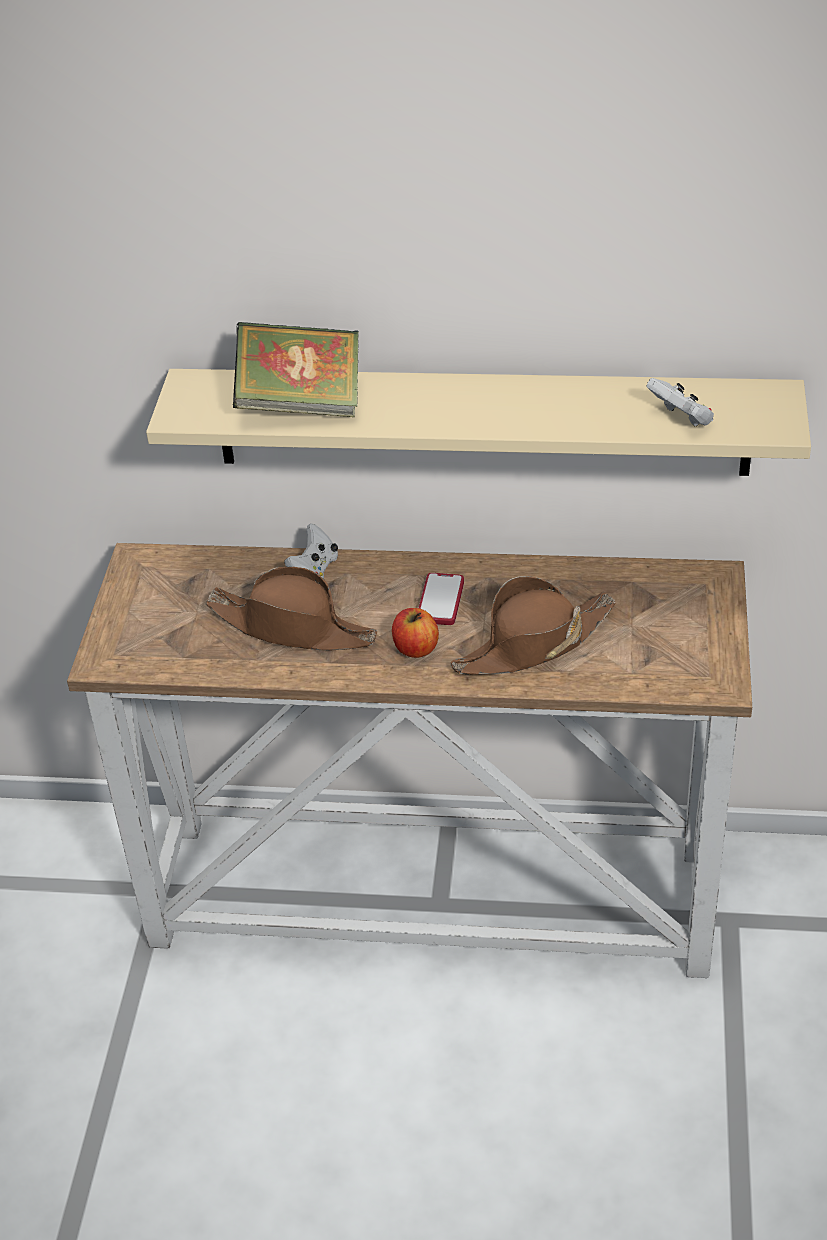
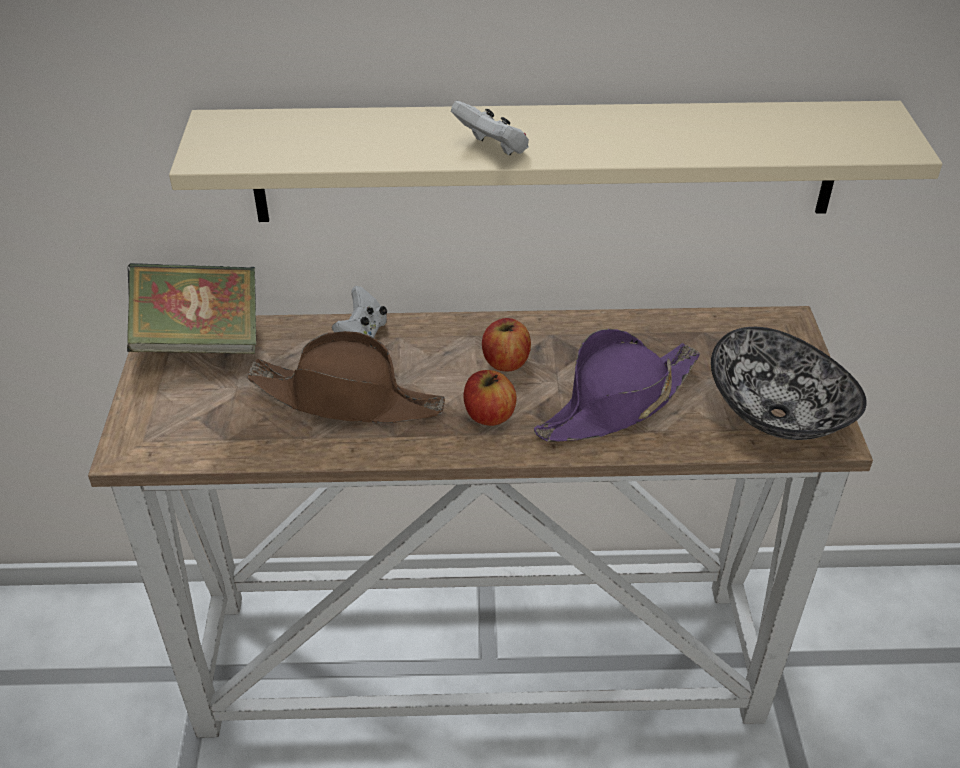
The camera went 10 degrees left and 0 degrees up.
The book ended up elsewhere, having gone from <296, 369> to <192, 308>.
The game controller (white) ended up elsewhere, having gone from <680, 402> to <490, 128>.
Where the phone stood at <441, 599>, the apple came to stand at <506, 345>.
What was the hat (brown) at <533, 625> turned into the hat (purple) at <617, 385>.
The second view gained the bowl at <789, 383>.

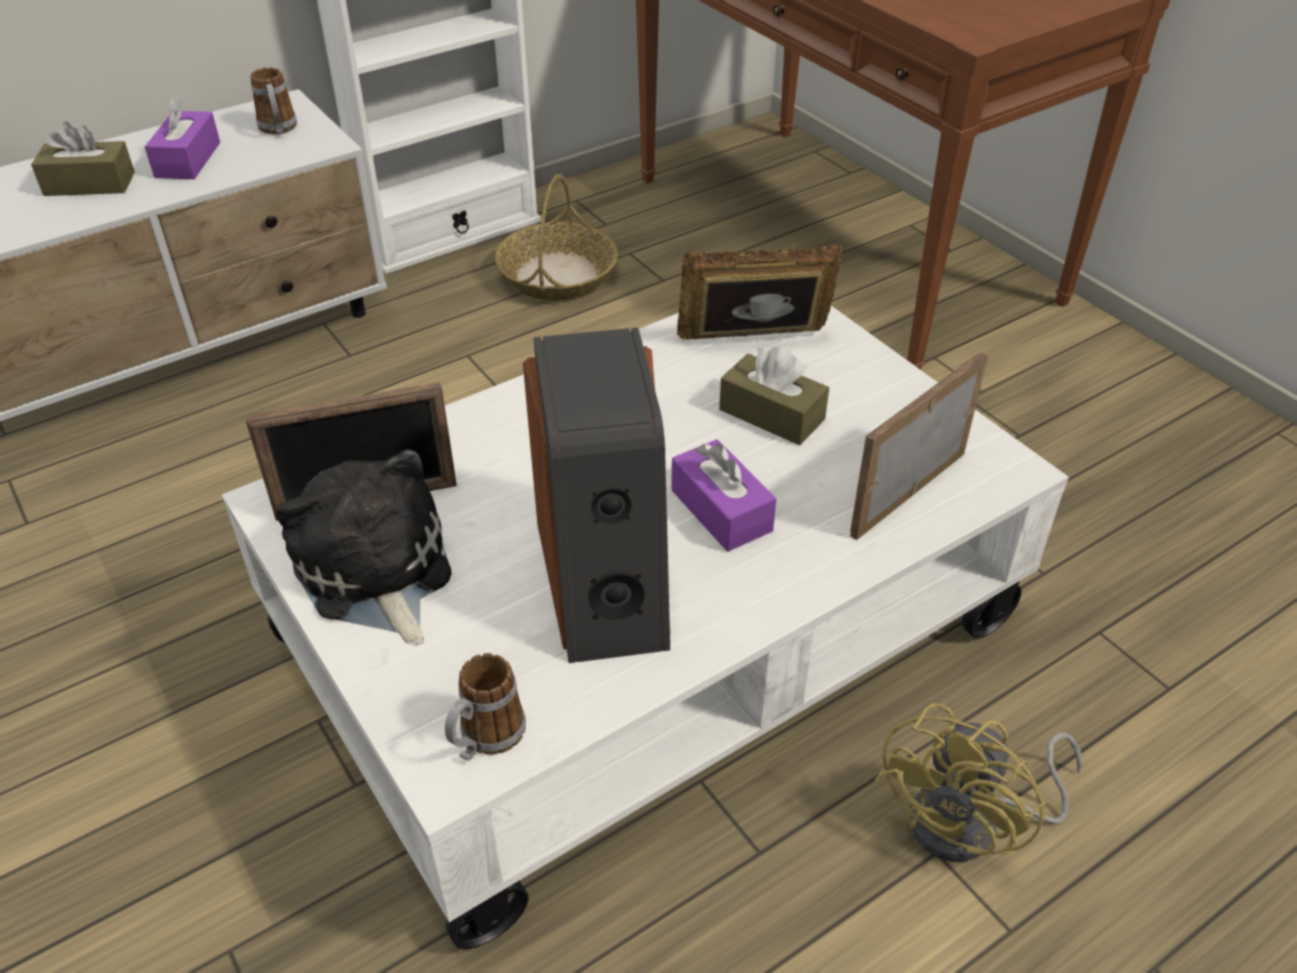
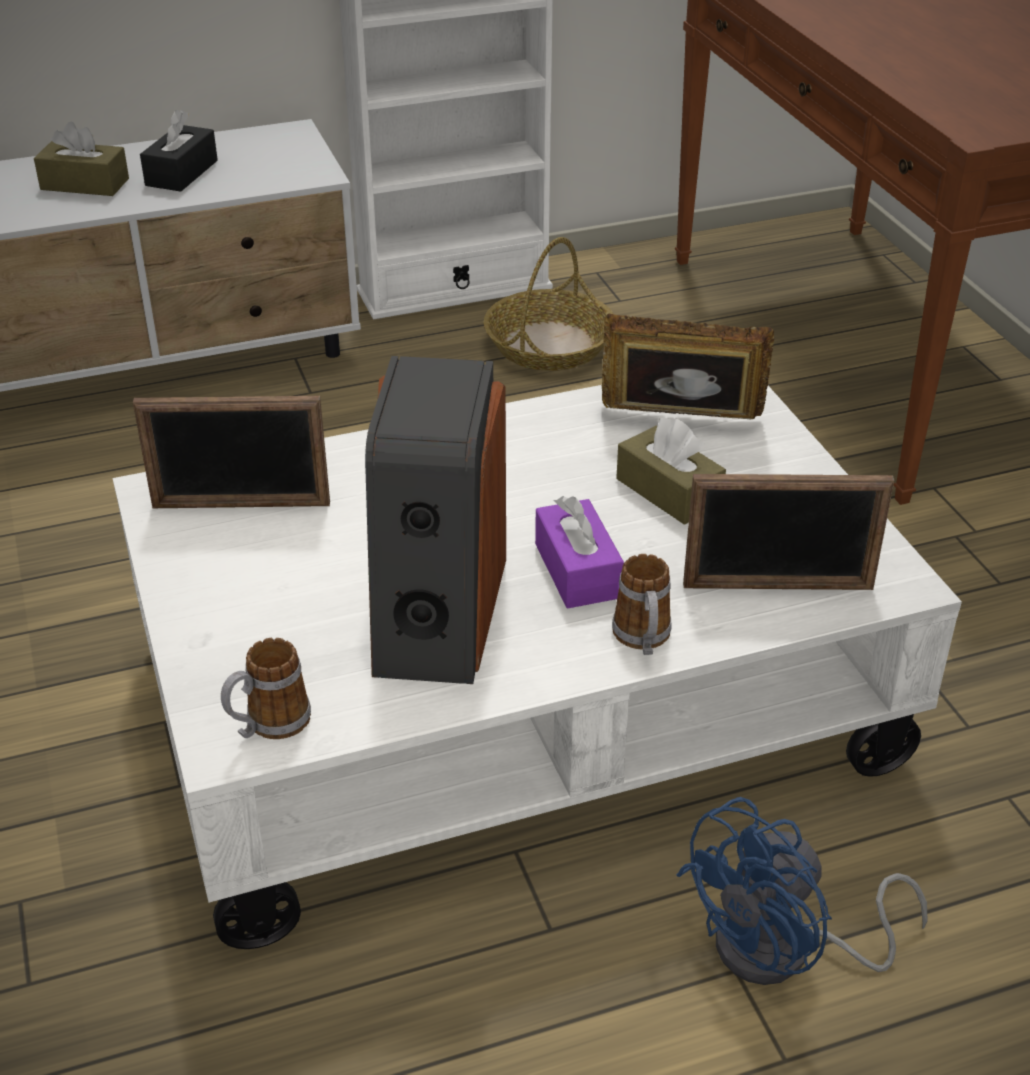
The camera went 15 degrees right and 5 degrees down.
The mug ended up elsewhere, having gone from <273, 100> to <642, 604>.
What was the tissue box (purple) at <182, 137> turned into the tissue box (black) at <179, 151>.
The picture frame at <919, 446> ended up facing another way, 150 degrees counterclockwise from before.
The second view lost the plush toy at <364, 547>.
What was the fan (yellow) at <978, 782> turned into the fan (blue) at <802, 891>.

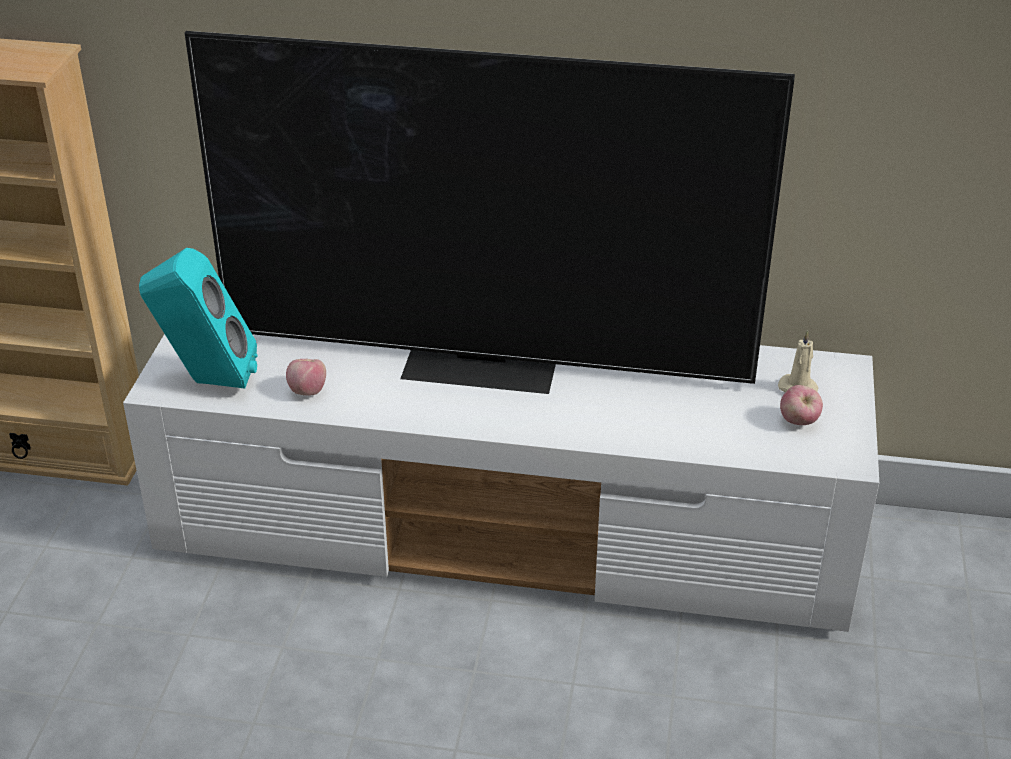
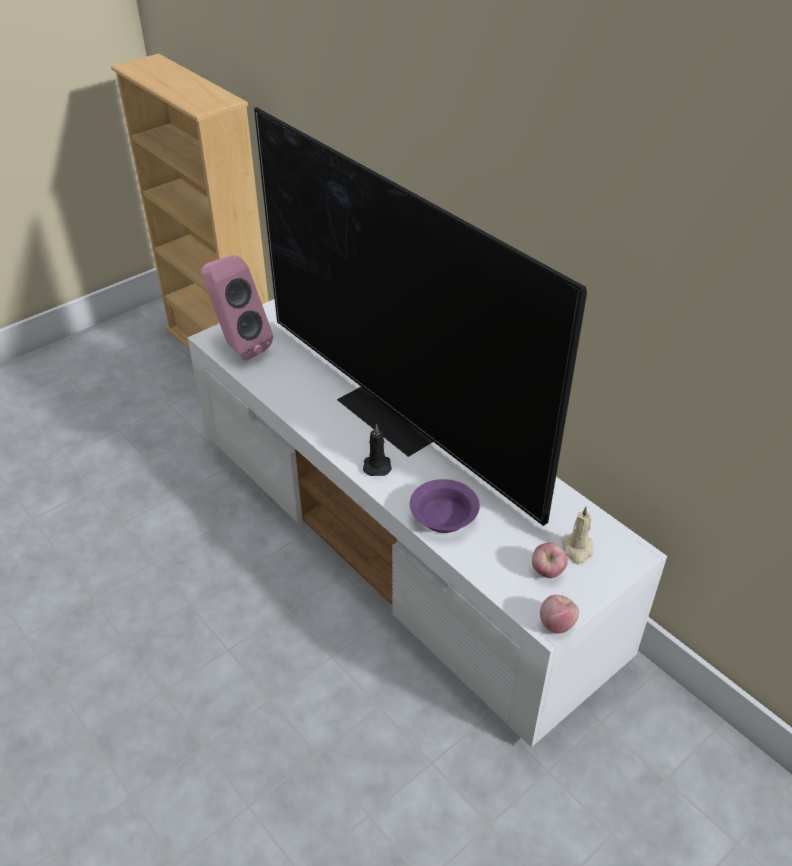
The camera went 40 degrees right and 5 degrees up.
What was the speaker (turquoise) at <198, 318> turned into the speaker (pink) at <237, 308>.
The apple ended up elsewhere, having gone from <306, 377> to <559, 614>.
The second view gained the candle (black) at <377, 450>.
The second view gained the bowl (purple) at <445, 506>.

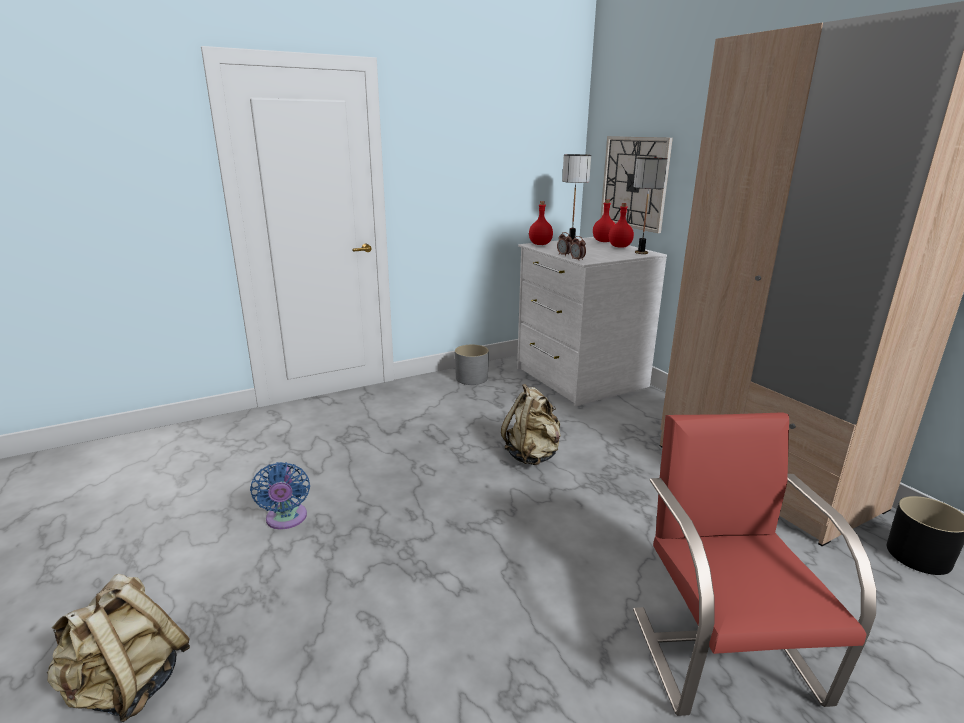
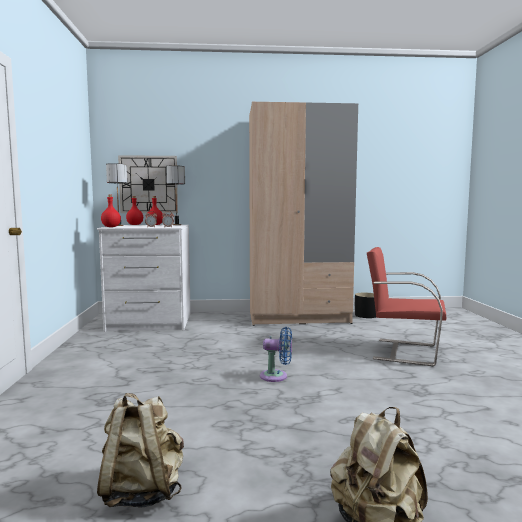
The camera went 65 degrees left and 15 degrees down.
The second view lost the planter (grey) at <472, 365>.
The backpack (beige) ended up elsewhere, having gone from <531, 424> to <140, 450>.
The fan (blue) ended up elsewhere, having gone from <280, 495> to <276, 354>.

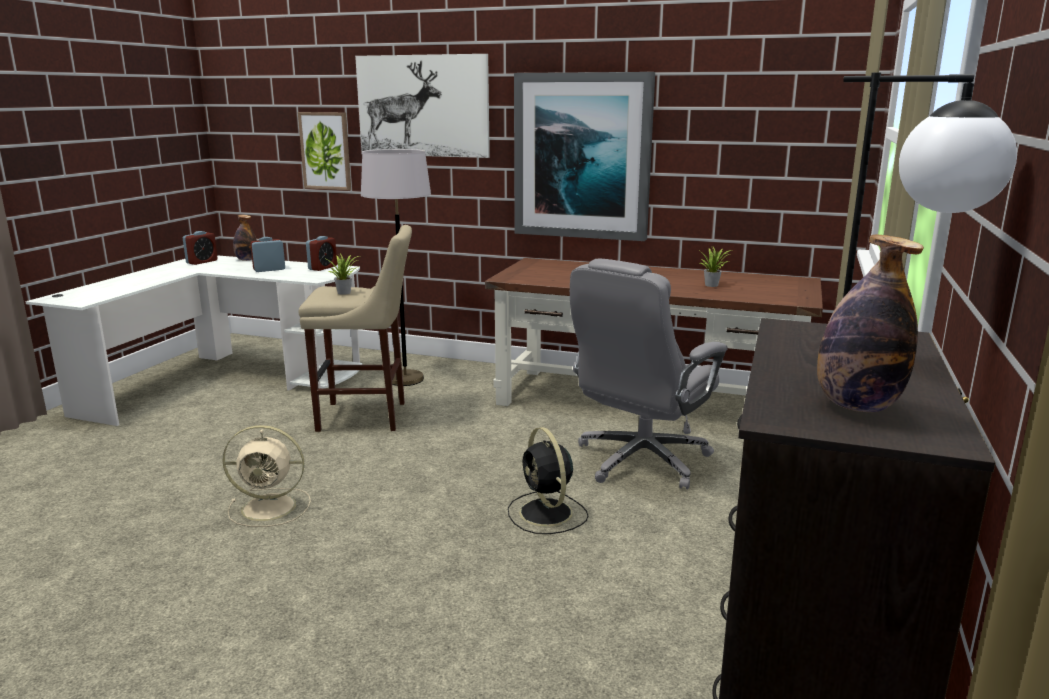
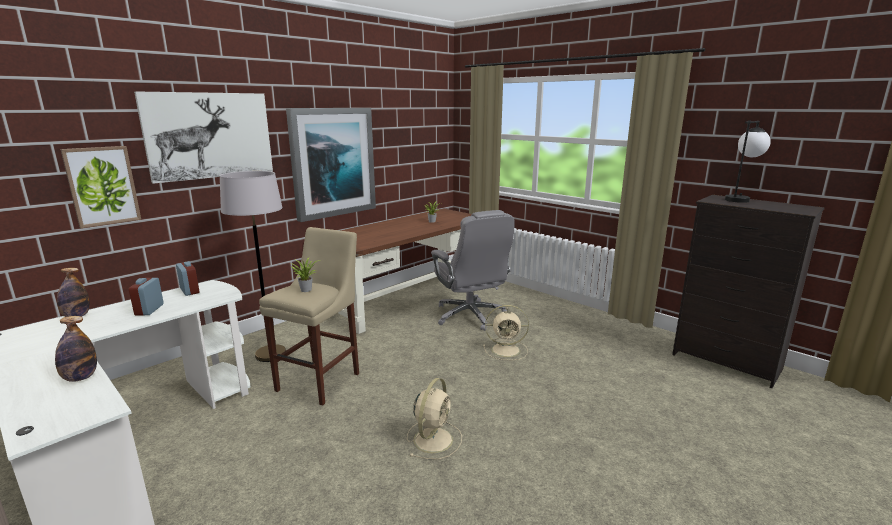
The camera went 65 degrees left and 0 degrees up.
The second view lost the alarm clock at <200, 248>.
The bottle ended up elsewhere, having gone from <870, 323> to <76, 349>.
What was the fan (black) at <548, 480> turned into the fan (beige) at <506, 332>.

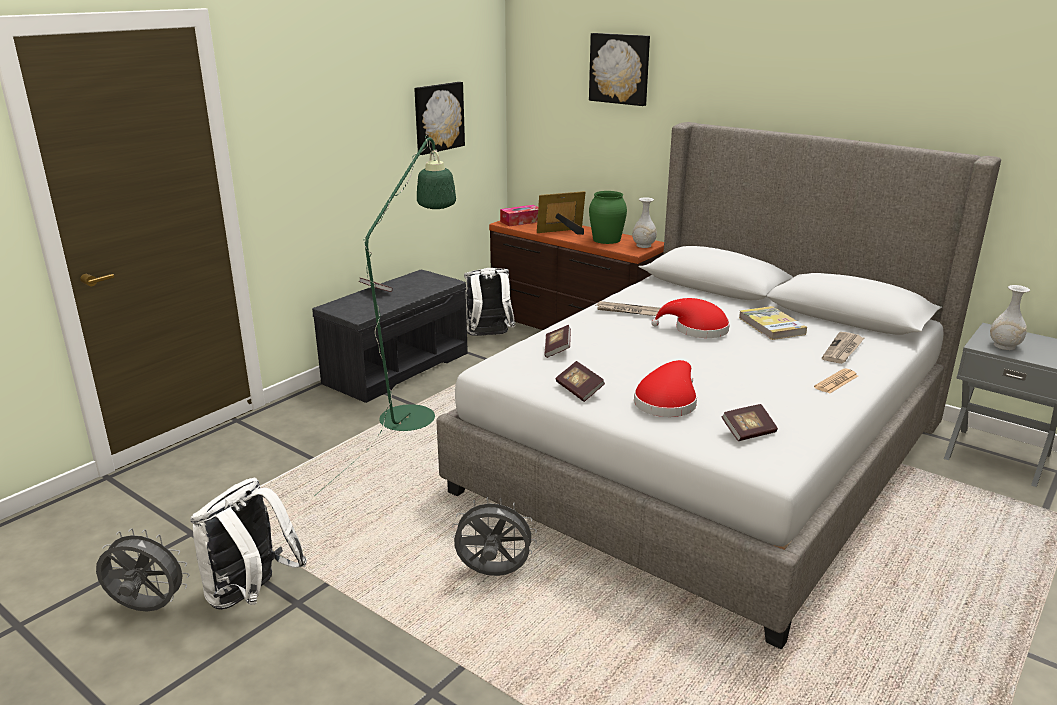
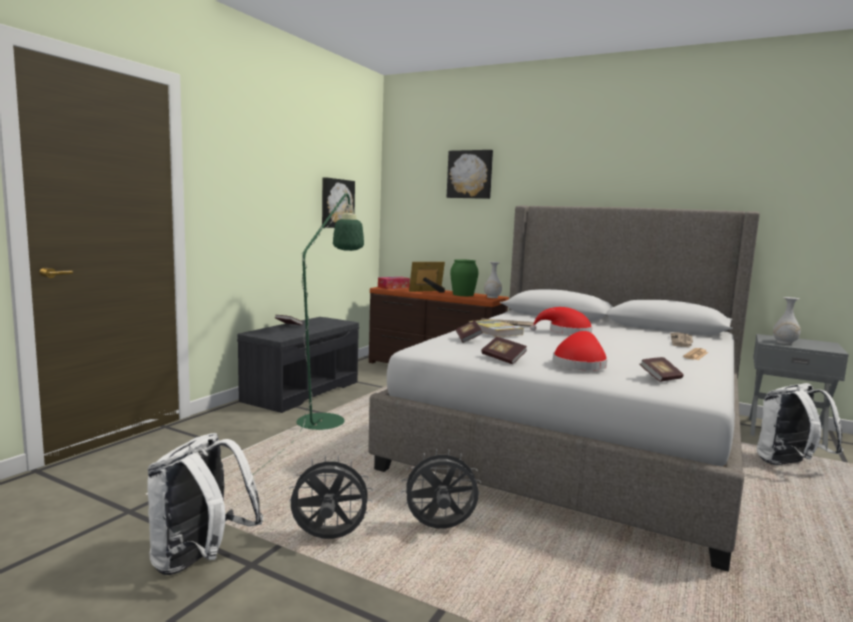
The camera went 10 degrees left and 15 degrees down.
The backpack (white) ended up elsewhere, having gone from <490, 302> to <800, 424>.
The book ended up elsewhere, having gone from <773, 323> to <496, 328>.
The fan (grey) ended up elsewhere, having gone from <143, 569> to <331, 497>.

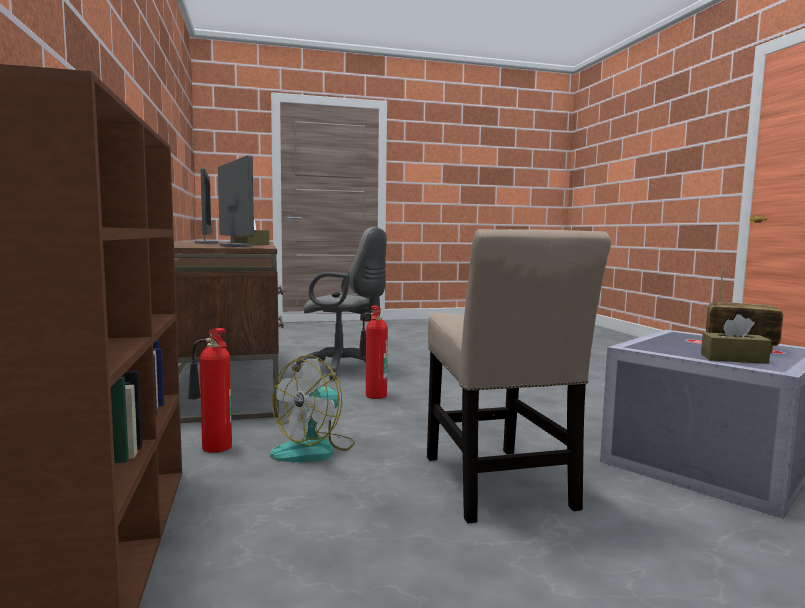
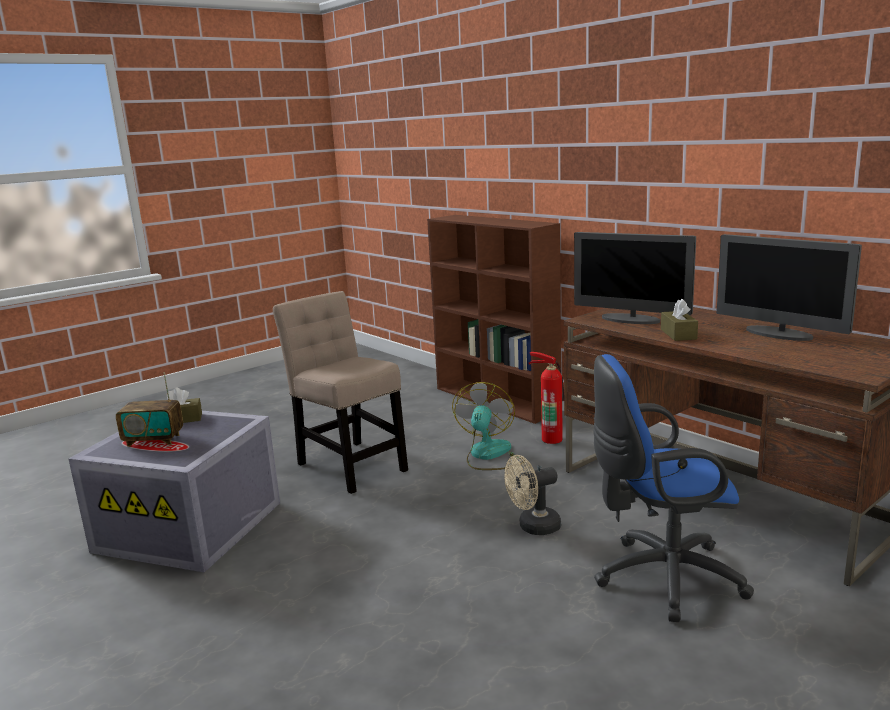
The camera went 155 degrees right and 10 degrees up.
What was the office chair (grey) at <339, 303> turned into the office chair (blue) at <673, 488>.
Where the fire extinguisher stood at <373, 352>, the fan (beige) came to stand at <532, 495>.

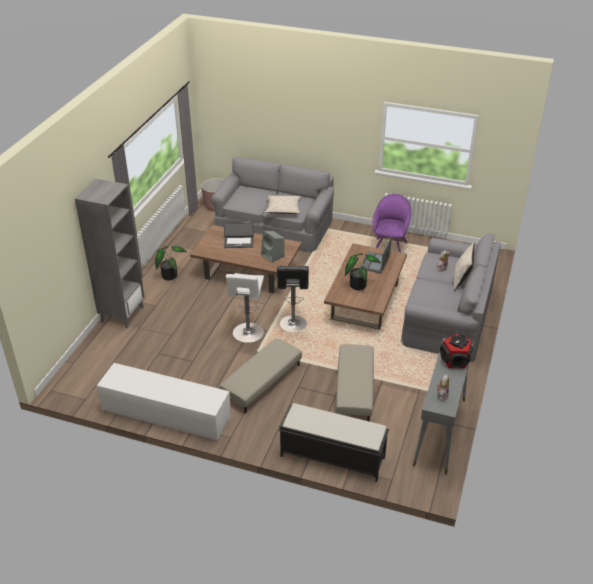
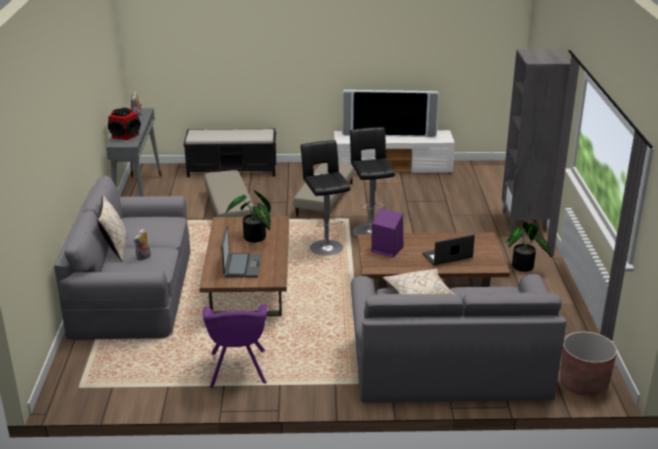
The camera went 160 degrees right and 10 degrees down.
What was the speaker (grey) at <273, 247> turned into the speaker (purple) at <387, 232>.
What was the stool (white) at <245, 308> turned into the stool (black) at <372, 182>.
The second view gained the television at <390, 113>.

